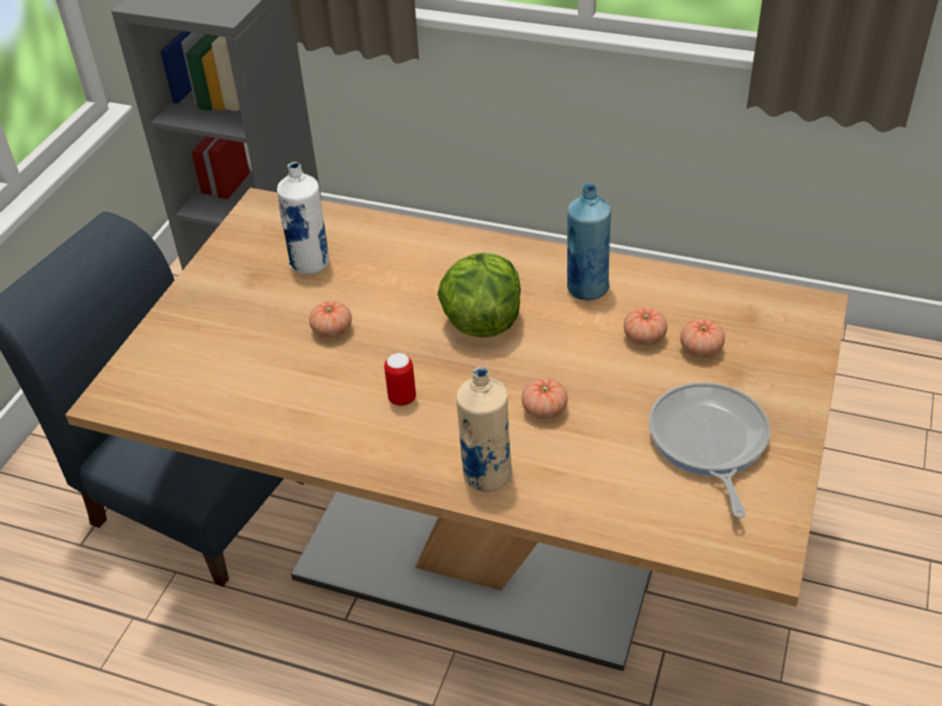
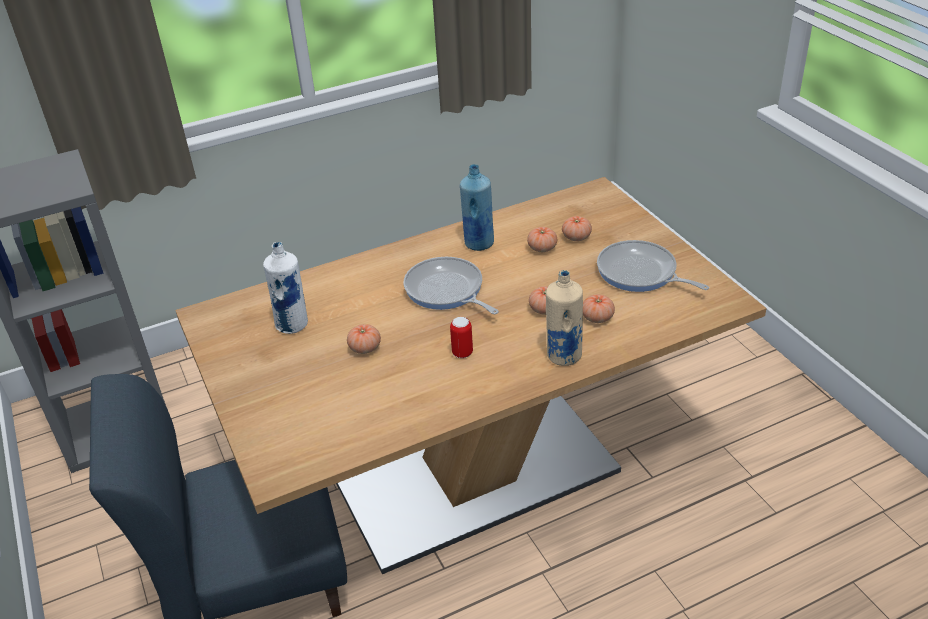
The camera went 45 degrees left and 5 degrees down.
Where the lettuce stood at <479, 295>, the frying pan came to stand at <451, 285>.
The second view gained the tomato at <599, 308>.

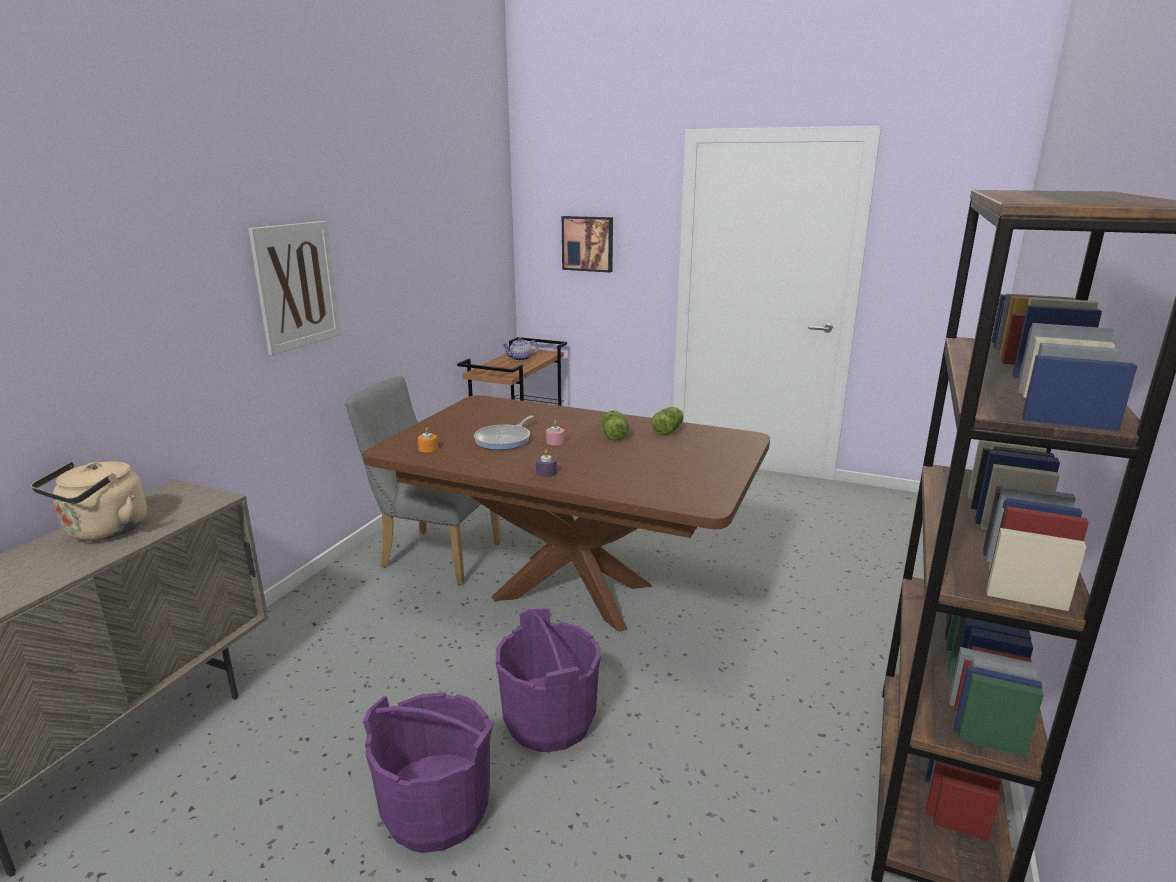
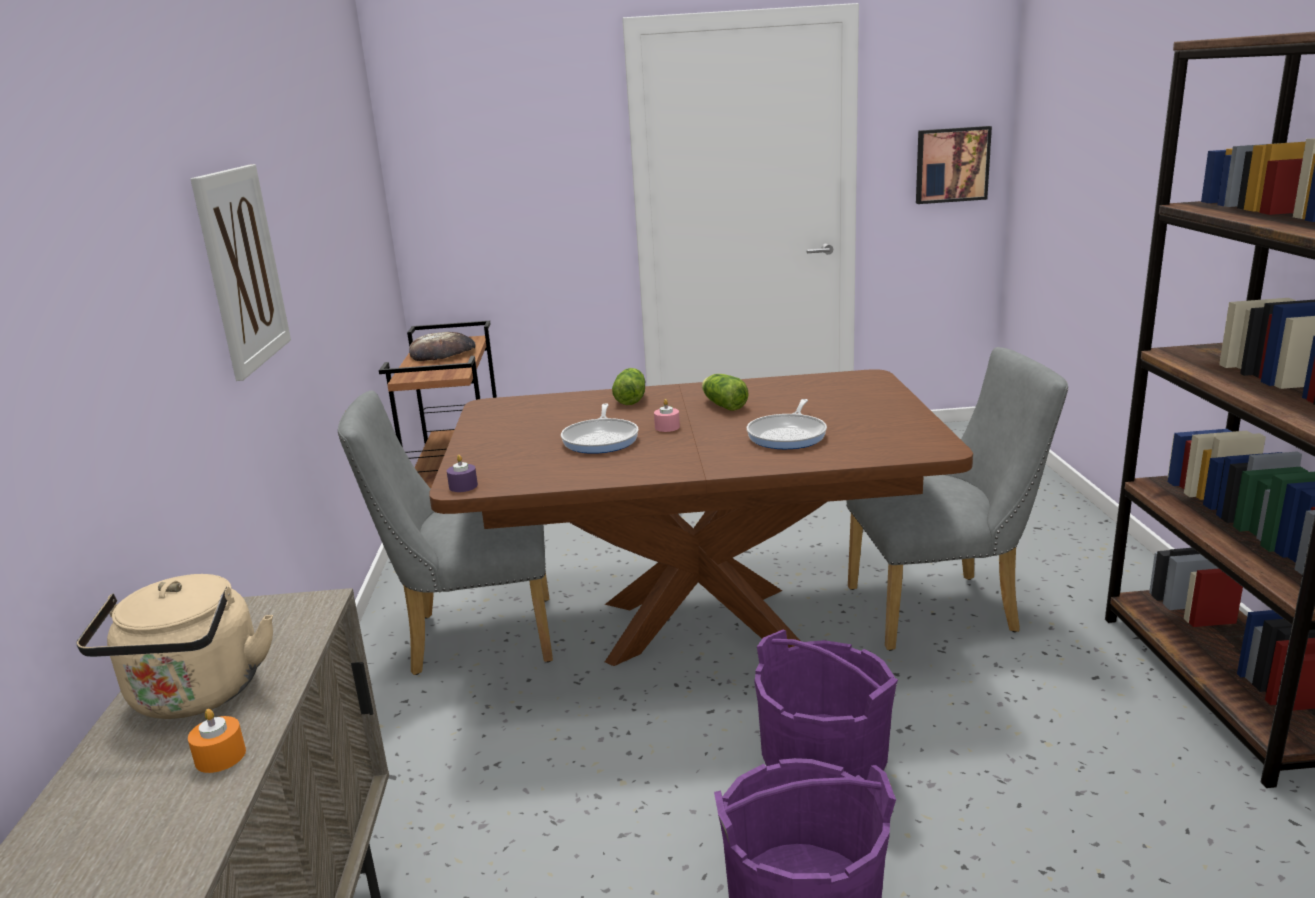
The camera went 25 degrees left and 0 degrees up.
The picture ended up elsewhere, having gone from <587, 244> to <954, 165>.
Where the teapot stood at <520, 349>, the bread came to stand at <442, 346>.
The lettuce ended up elsewhere, having gone from <667, 421> to <628, 386>.
The candle (orange) ended up elsewhere, having gone from <428, 439> to <217, 741>.
The candle (purple) ended up elsewhere, having gone from <546, 463> to <462, 473>.
The second view gained the chair (grey) at <957, 499>.
The second view gained the frying pan at <787, 424>.

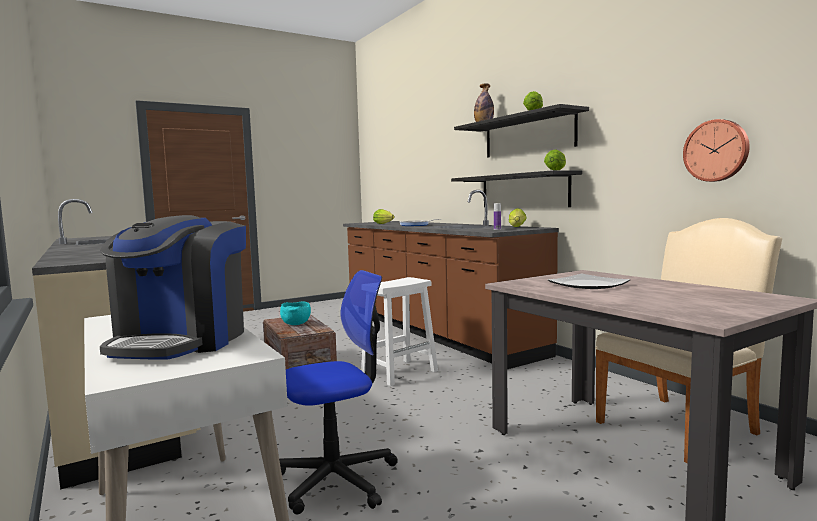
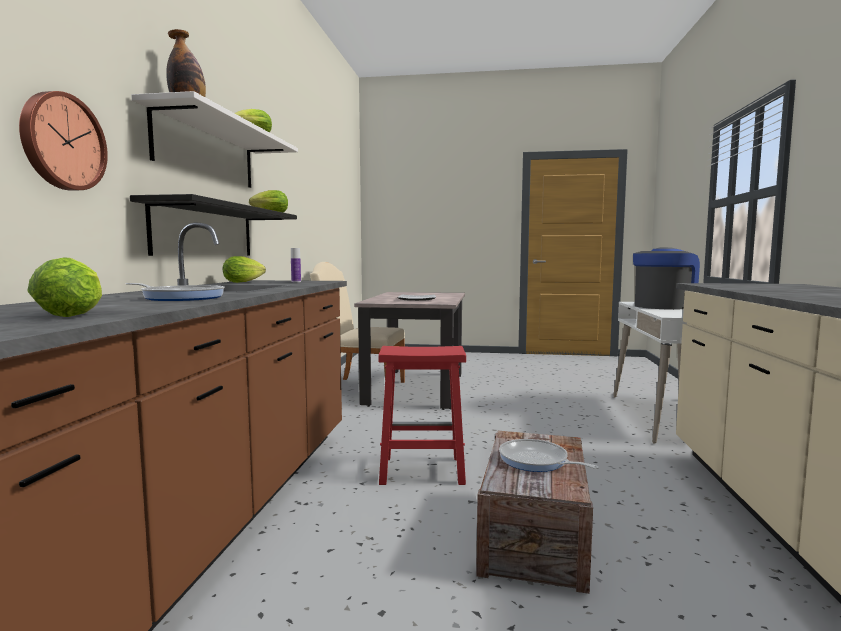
The camera went 140 degrees left and 0 degrees up.
What was the shelf (black) at <521, 130> turned into the shelf (white) at <214, 139>.
The wall clock ended up elsewhere, having gone from <716, 150> to <63, 141>.
The second view lost the office chair at <338, 392>.
What was the stool (white) at <399, 331> turned into the stool (red) at <422, 415>.
Where the bowl (turquoise) stood at <295, 313>, the frying pan came to stand at <549, 455>.

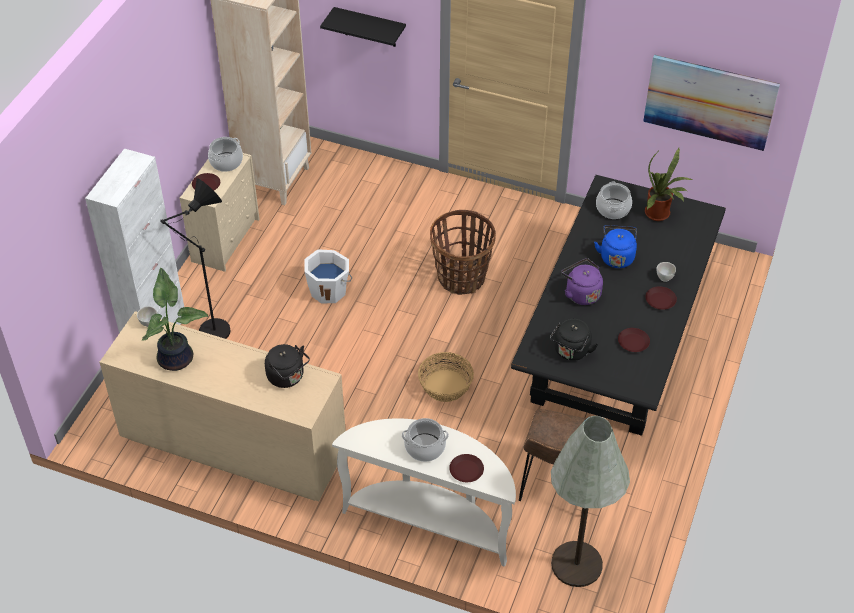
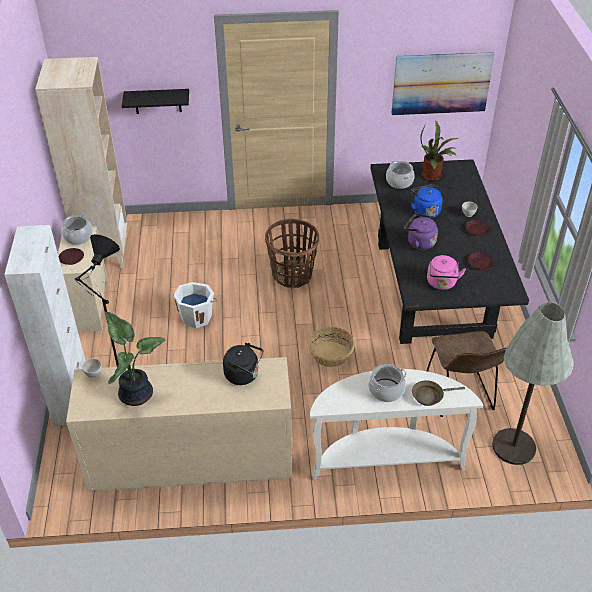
The camera went 25 degrees left and 5 degrees down.
What was the kettle (black) at <574, 340> turned into the kettle (pink) at <446, 272>.
Where the plate (brown) stood at <466, 468>, the frying pan (brown) came to stand at <438, 393>.

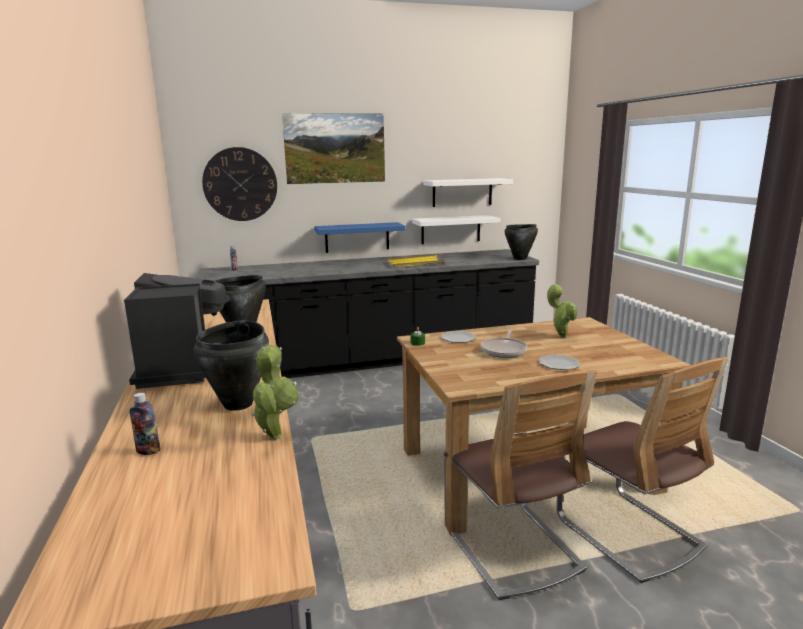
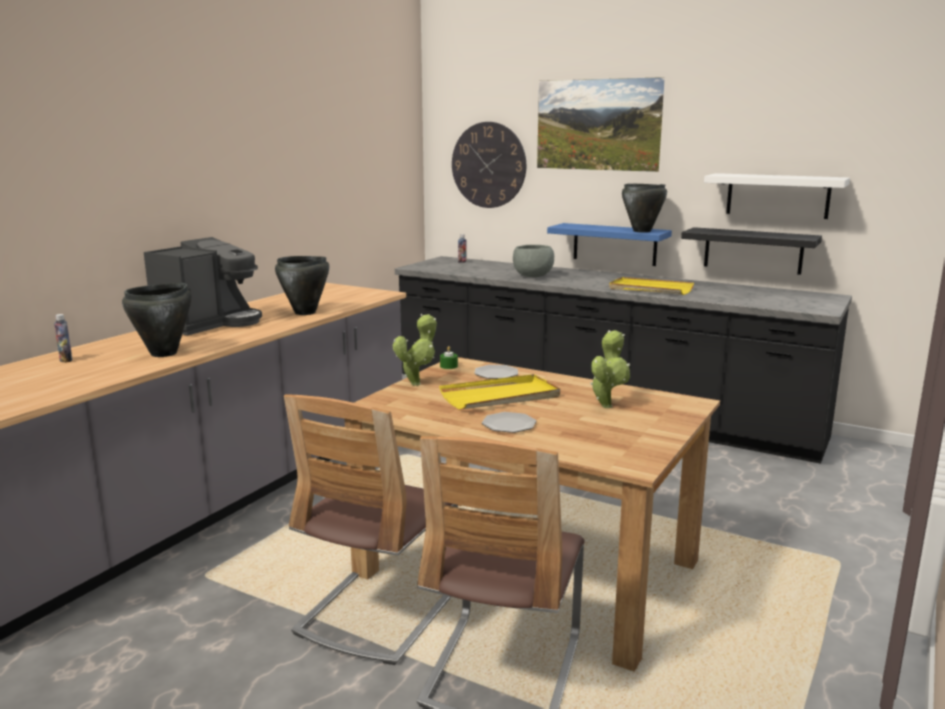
The camera went 45 degrees right and 0 degrees up.
What was the shelf (white) at <456, 229> turned into the shelf (black) at <751, 251>.
The cooking pot (black) ended up elsewhere, having gone from <521, 242> to <644, 208>.
Where the frying pan stood at <503, 343>, the tray (yellow) came to stand at <499, 392>.
The potted plant ended up elsewhere, having gone from <275, 392> to <415, 350>.
The second view gained the bowl (grey) at <533, 261>.

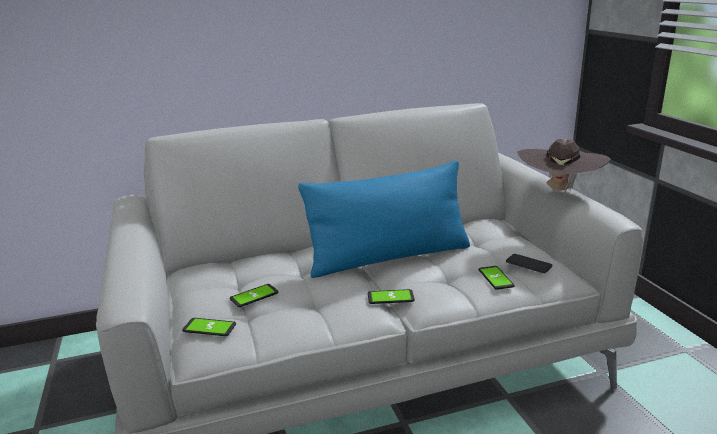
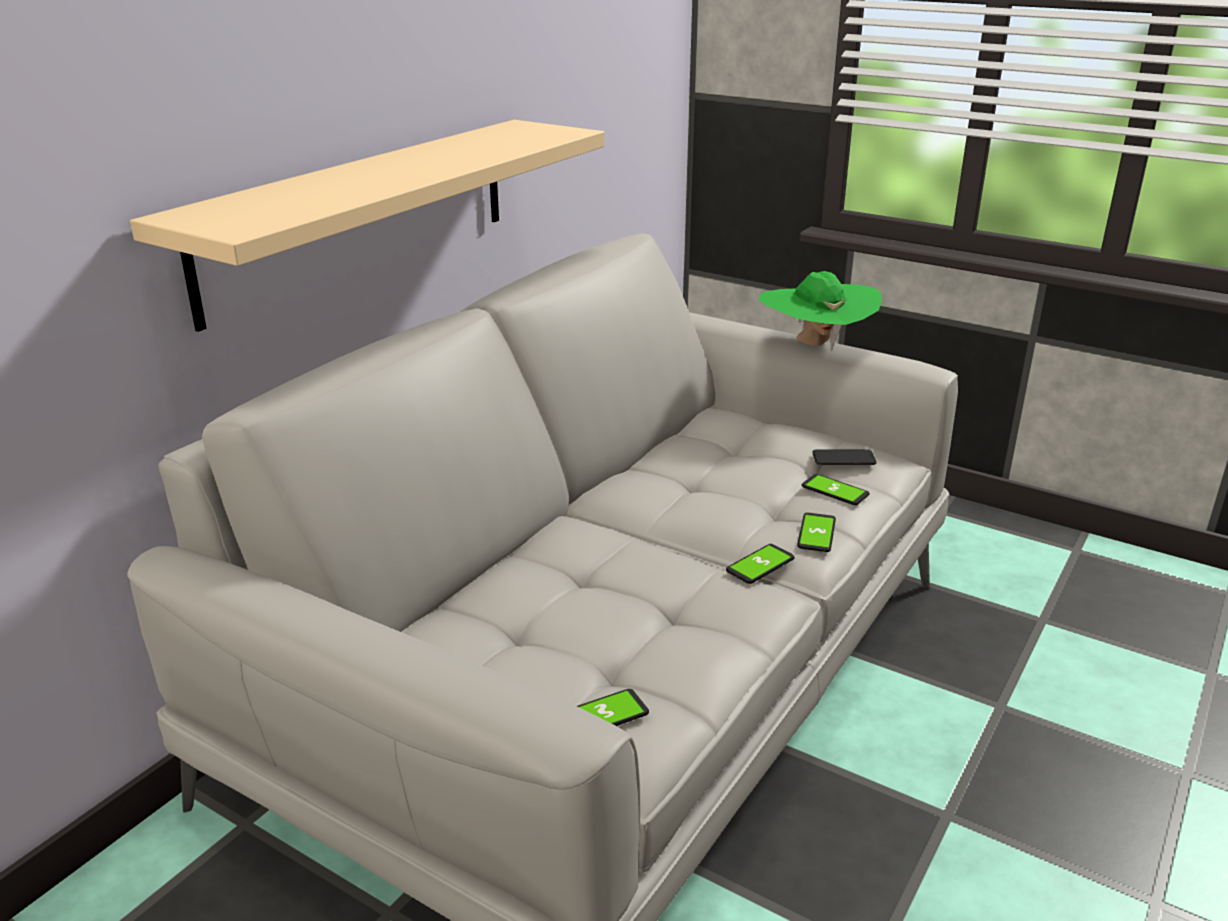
The camera went 40 degrees left and 5 degrees up.
What was the hat (brown) at <564, 167> turned into the hat (green) at <820, 311>.
The second view lost the pillow (blue) at <384, 219>.
The phone ended up elsewhere, having gone from <254, 295> to <816, 532>.
The second view gained the shelf (beige) at <367, 226>.

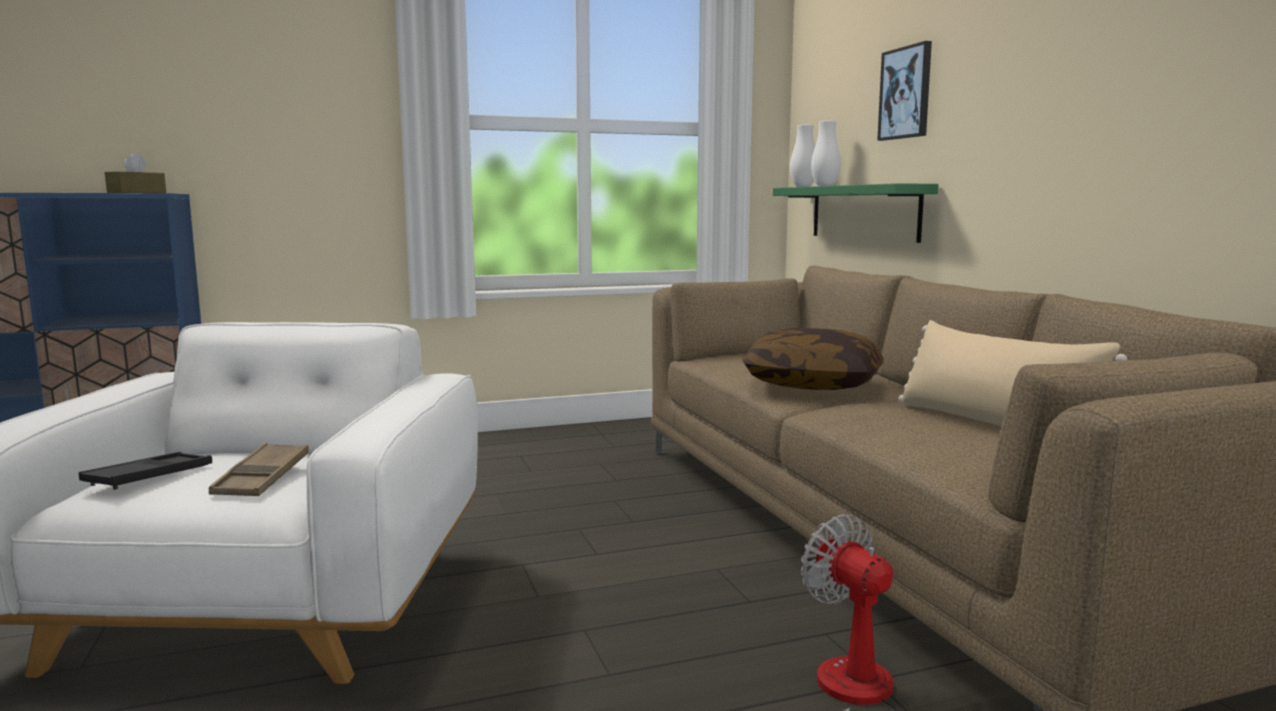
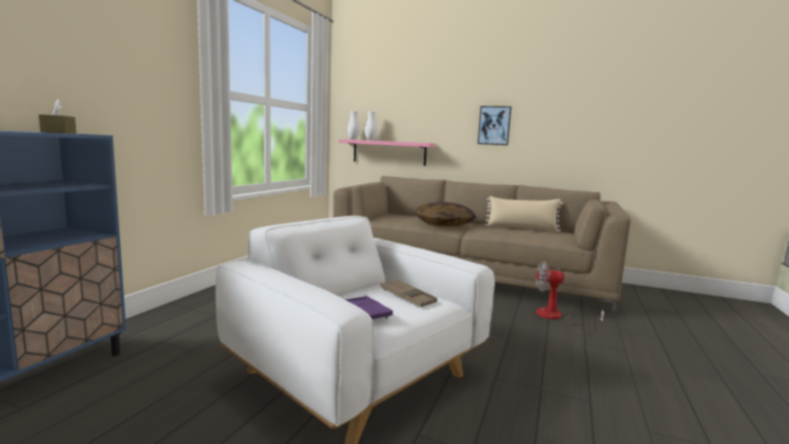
The camera went 50 degrees left and 0 degrees up.
The picture ended up elsewhere, having gone from <904, 91> to <494, 125>.
What was the shelf (green) at <856, 213> turned into the shelf (pink) at <387, 152>.
What was the tray (black) at <145, 471> turned into the tray (purple) at <368, 307>.

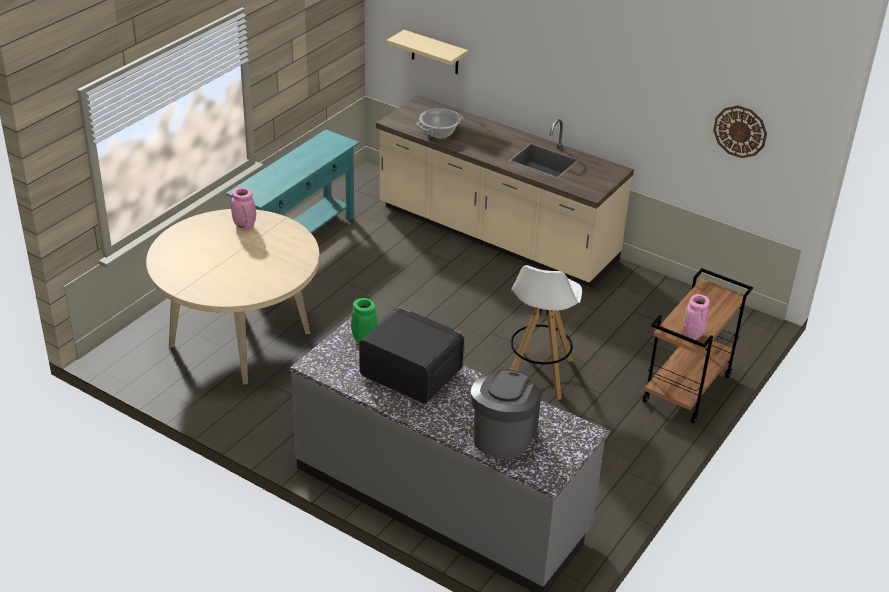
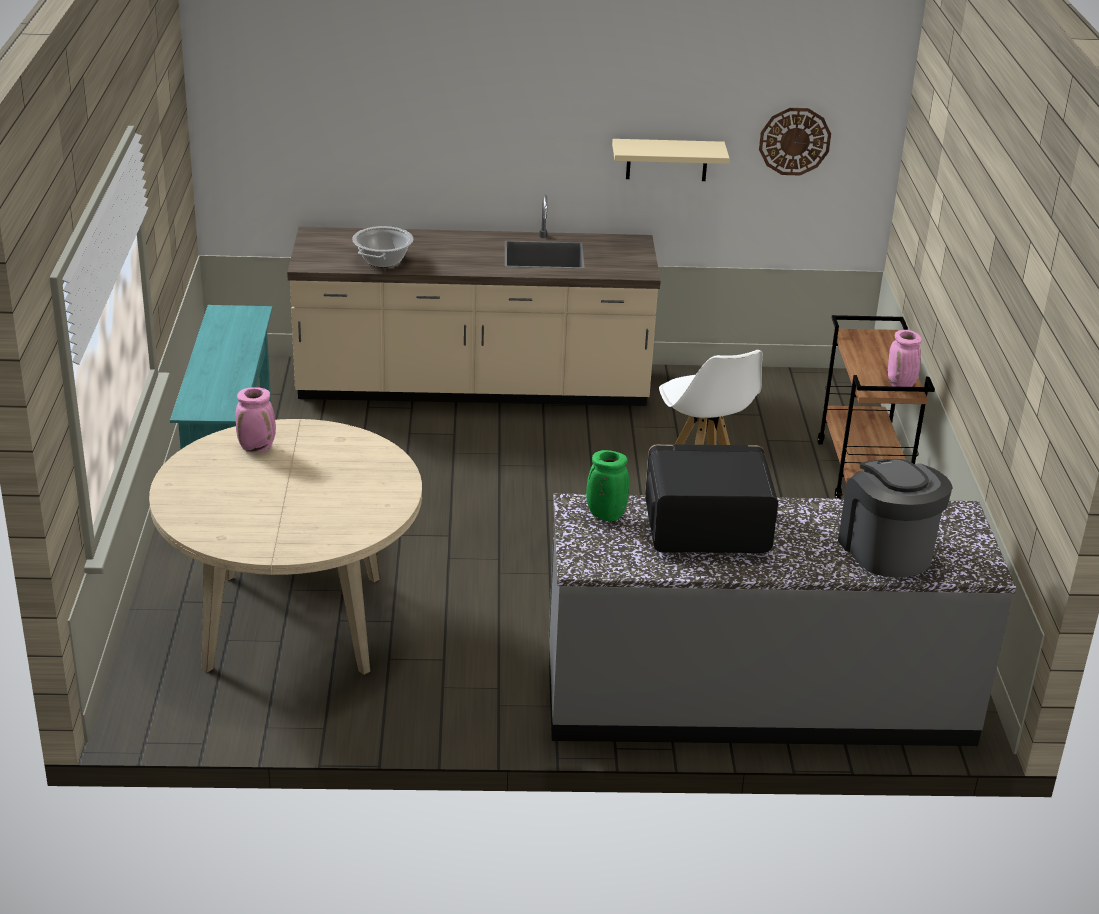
The camera went 35 degrees left and 5 degrees down.
The shelf (beige) ended up elsewhere, having gone from <427, 52> to <671, 160>.

